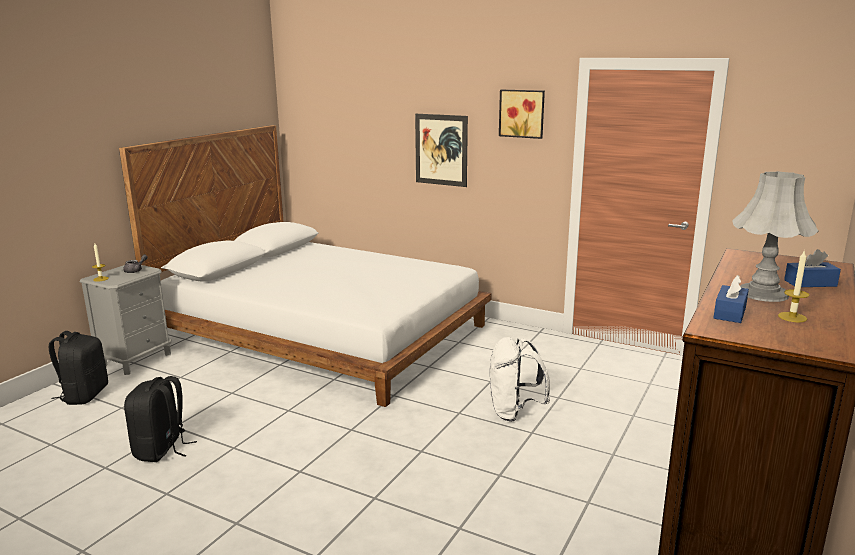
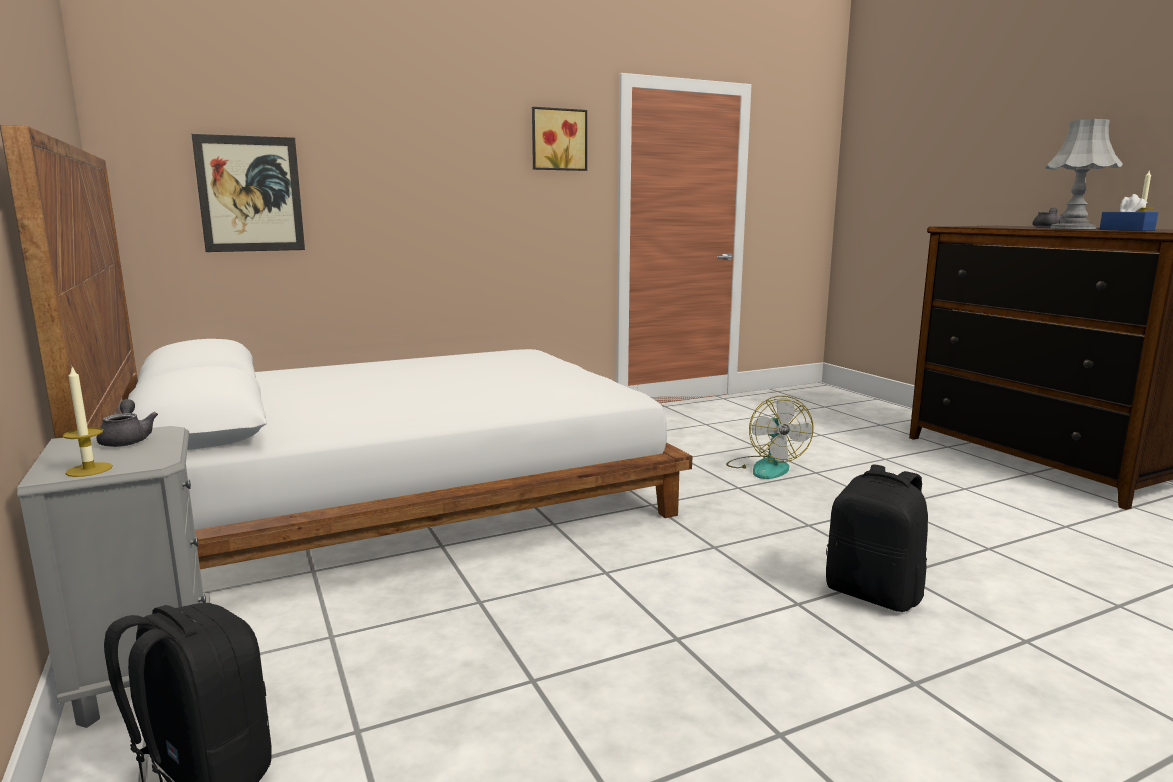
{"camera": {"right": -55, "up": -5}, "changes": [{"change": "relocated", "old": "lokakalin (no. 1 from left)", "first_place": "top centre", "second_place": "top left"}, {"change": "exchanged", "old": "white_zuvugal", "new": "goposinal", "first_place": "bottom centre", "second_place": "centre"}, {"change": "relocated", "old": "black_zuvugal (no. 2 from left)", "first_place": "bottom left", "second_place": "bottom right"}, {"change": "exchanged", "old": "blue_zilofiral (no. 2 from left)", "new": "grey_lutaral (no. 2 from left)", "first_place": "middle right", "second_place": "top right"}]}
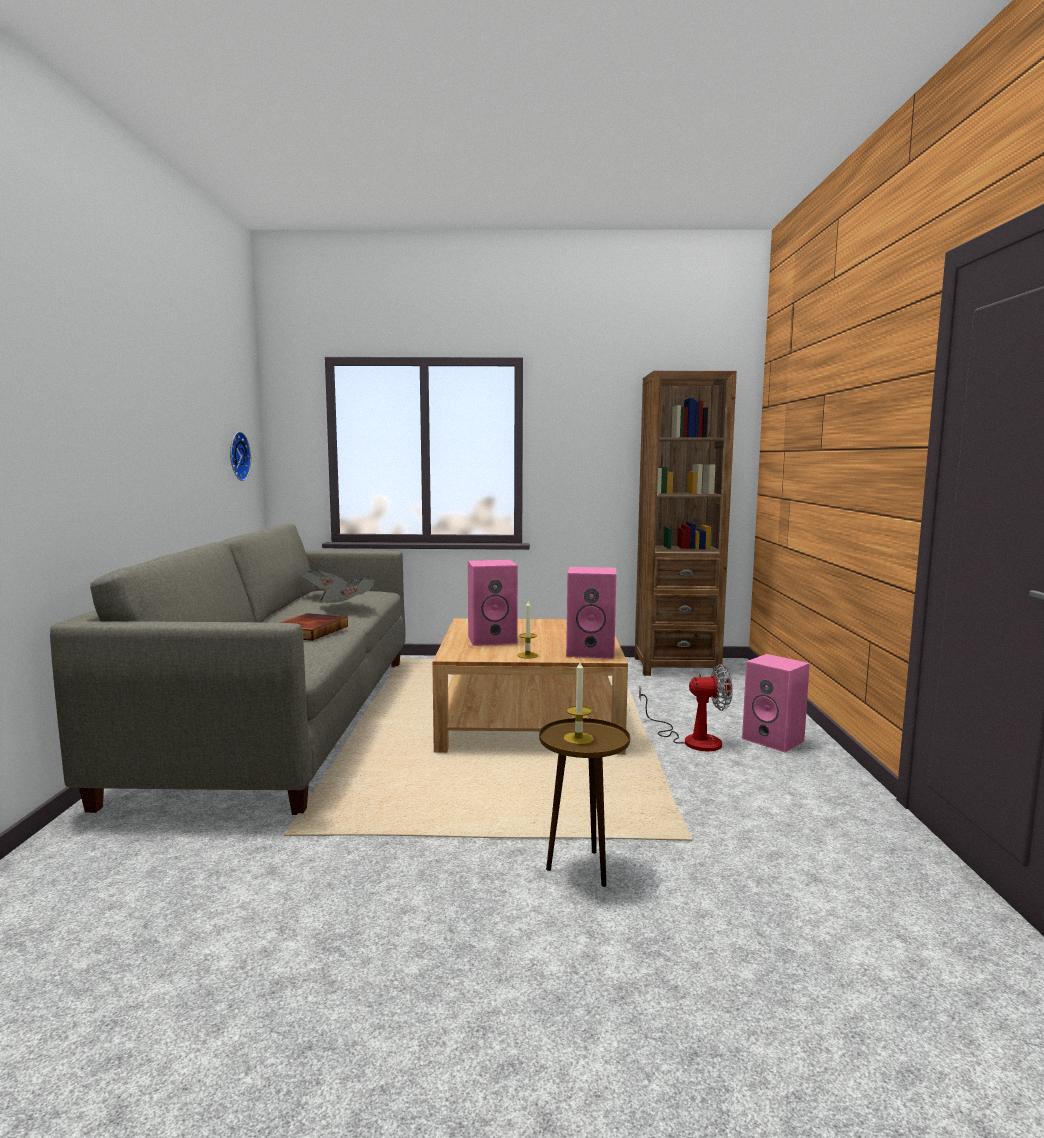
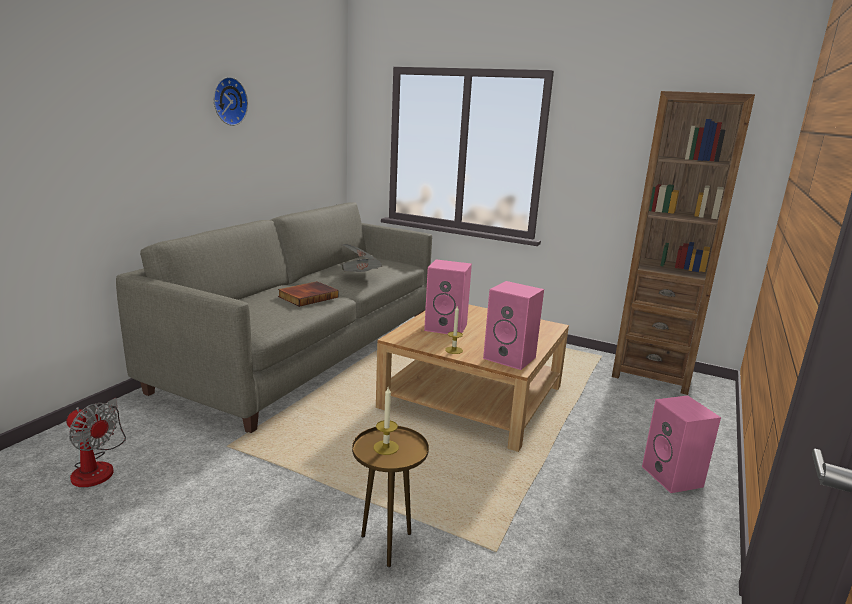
{"camera": {"right": 25, "up": 10}, "changes": [{"change": "relocated", "old": "goposinal", "first_place": "centre", "second_place": "bottom left"}, {"change": "relocated", "old": "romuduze", "first_place": "middle left", "second_place": "top left"}]}
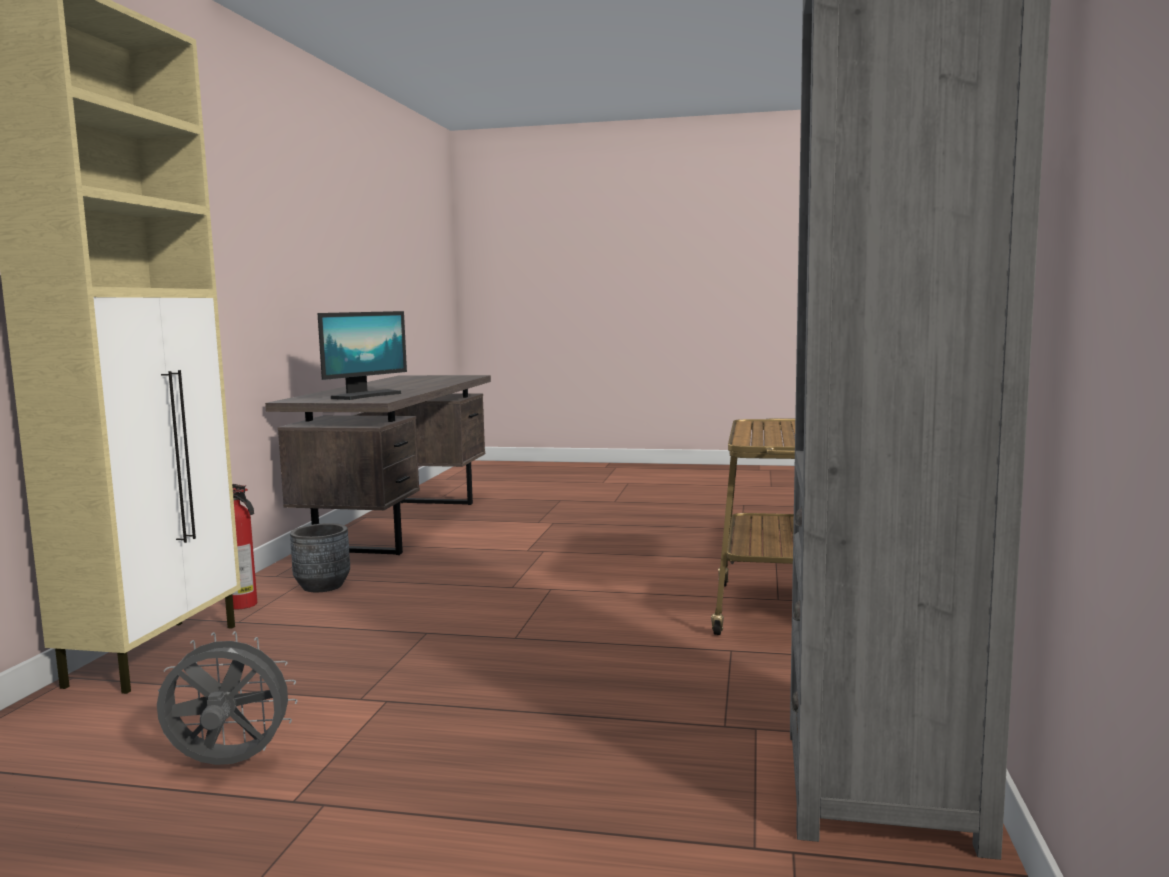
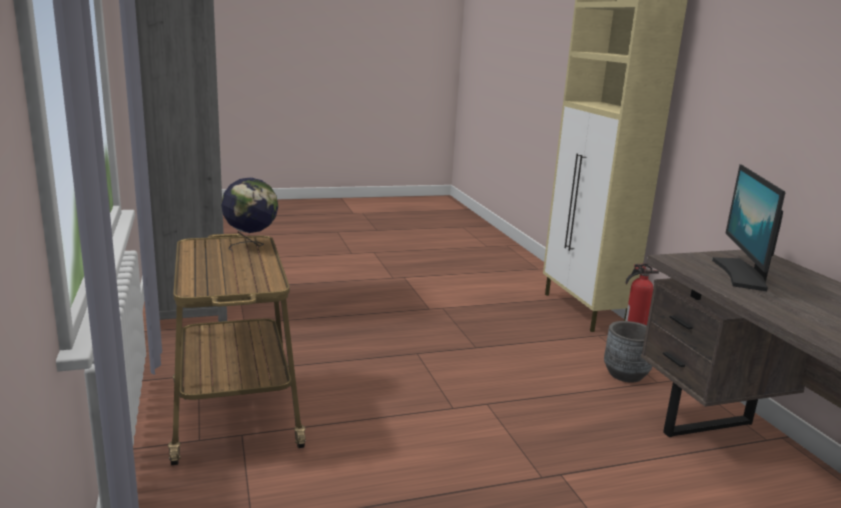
{"camera": {"right": 150, "up": 10}, "changes": [{"change": "appeared", "new": "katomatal", "second_place": "middle left"}, {"change": "missing", "old": "grey_goposinal", "first_place": "bottom left"}]}
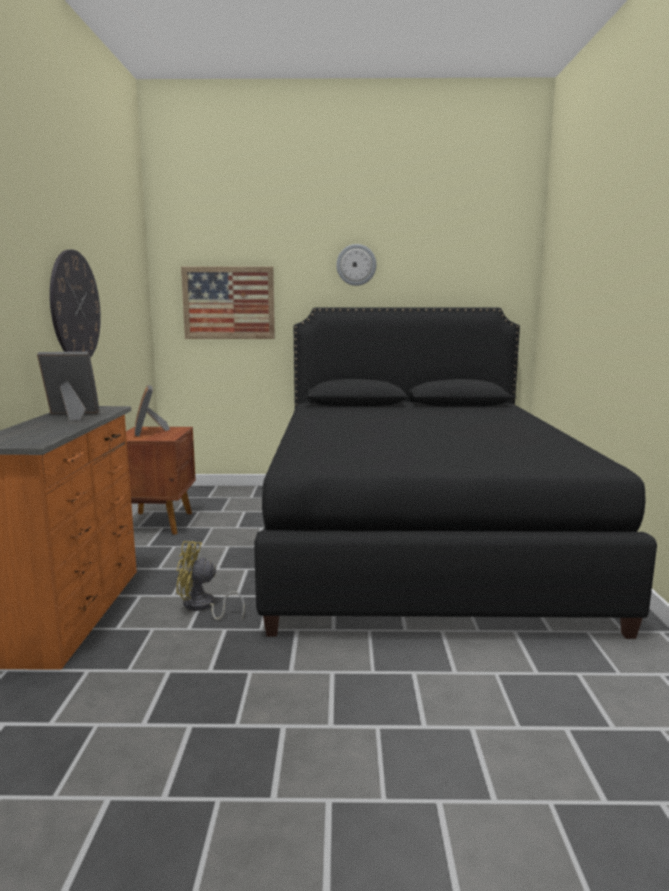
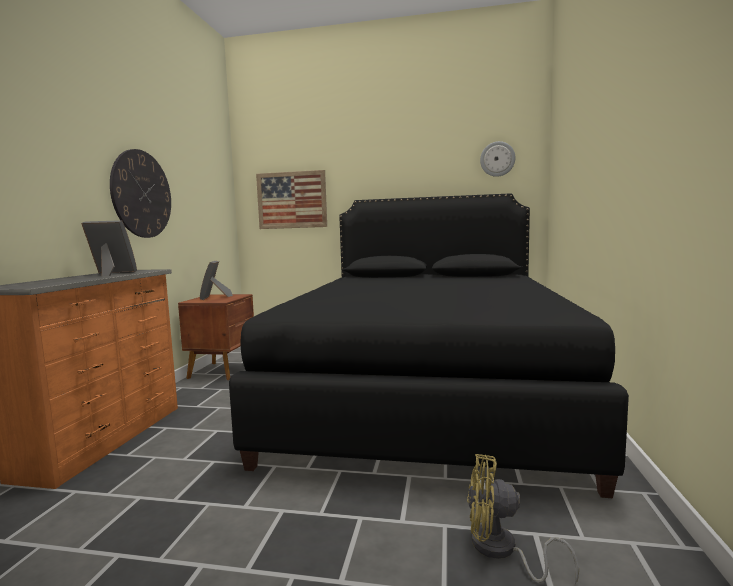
{"camera": {"right": 10, "up": -5}, "changes": [{"change": "relocated", "old": "yellow_goposinal", "first_place": "middle left", "second_place": "bottom right"}, {"change": "relocated", "old": "romuduze (no. 2 from left)", "first_place": "top centre", "second_place": "top right"}]}
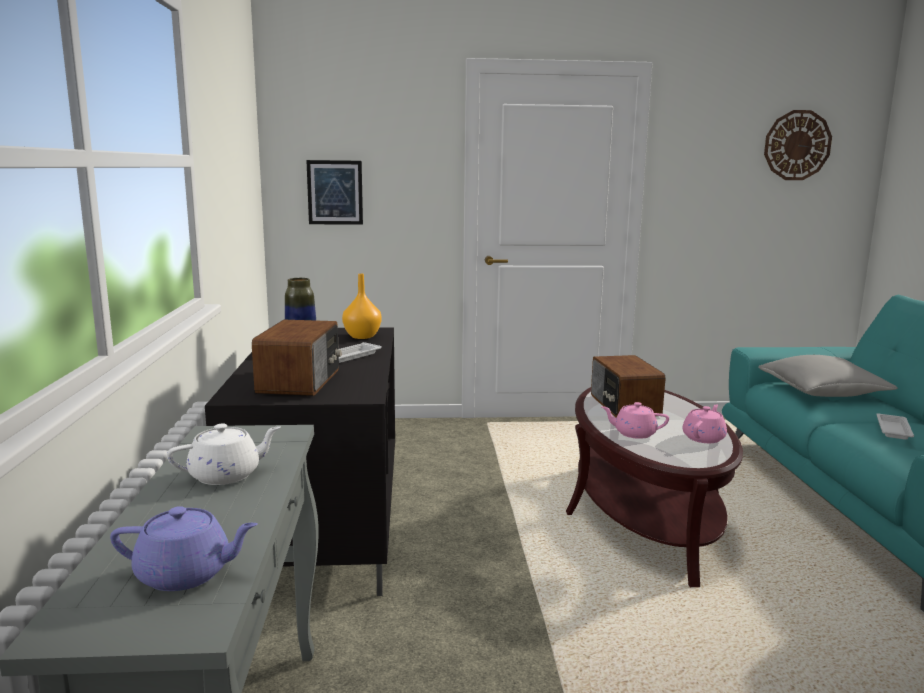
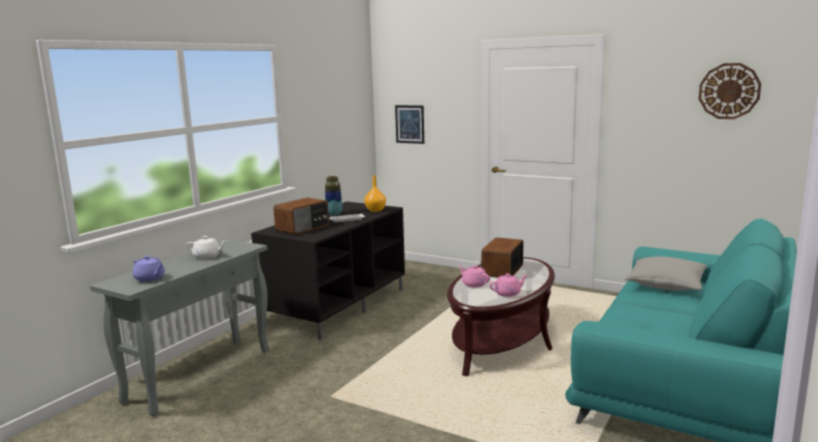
{"camera": {"right": 35, "up": 0}, "changes": [{"change": "missing", "old": "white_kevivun (no. 2 from left)", "first_place": "middle right"}]}
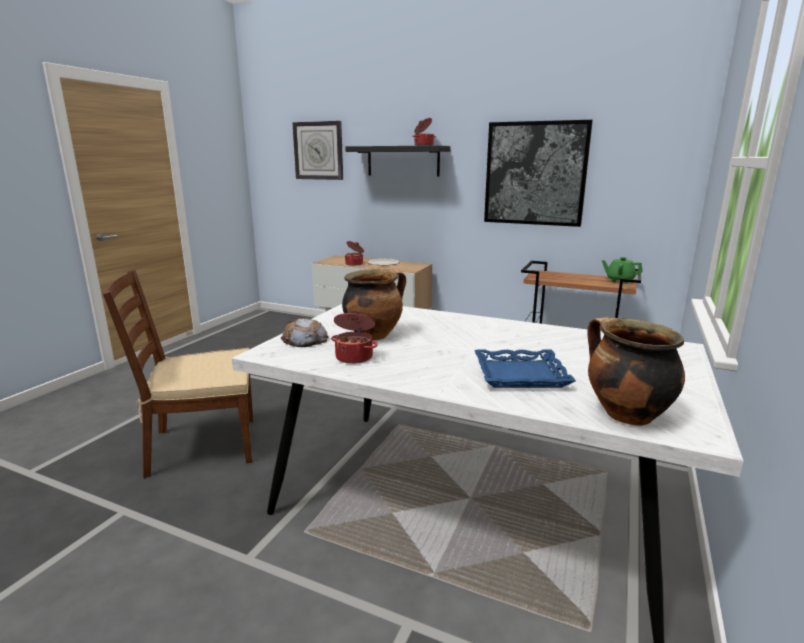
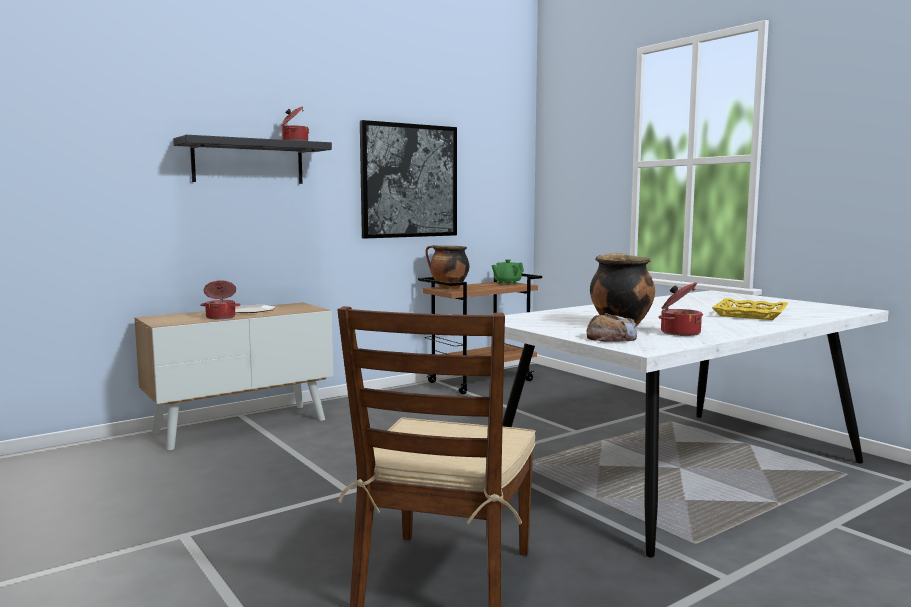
{"camera": {"right": -60, "up": -10}, "changes": [{"change": "relocated", "old": "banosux (no. 5 from left in the first image)", "new": "banosux (no. 3 from left)", "first_place": "middle right", "second_place": "centre"}, {"change": "colour", "old": "blue_kevivun", "new": "yellow_kevivun", "first_place": "centre", "second_place": "middle right"}, {"change": "missing", "old": "romuduze", "first_place": "top centre"}]}
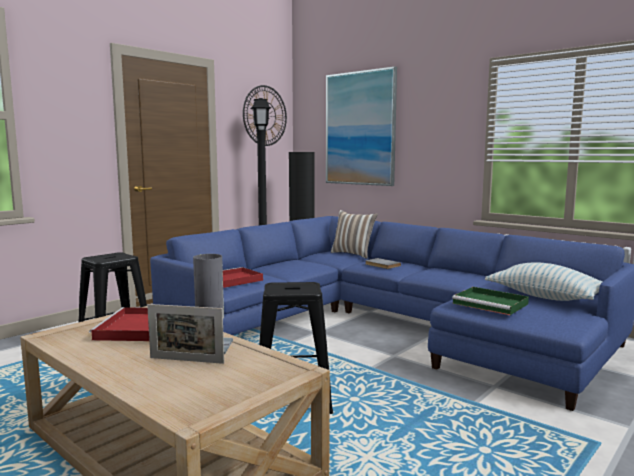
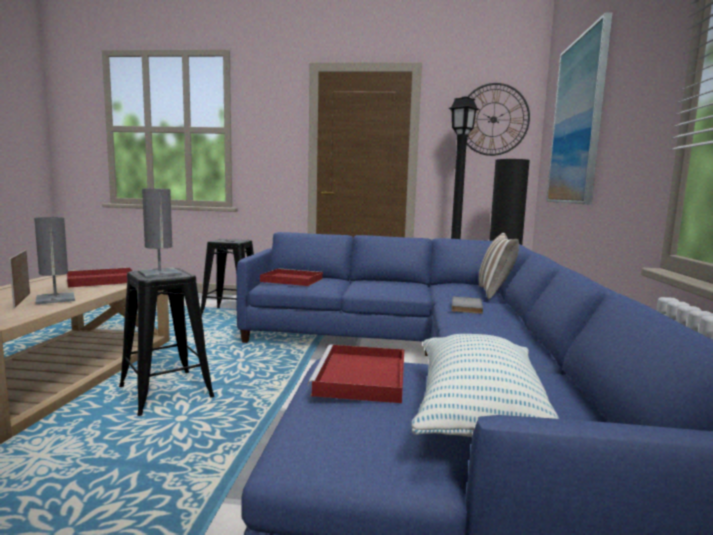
{"camera": {"right": 55, "up": 0}, "changes": [{"change": "appeared", "new": "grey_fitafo (no. 2 from left)", "second_place": "middle left"}, {"change": "colour", "old": "green_kevivun", "new": "red_kevivun (no. 3 from left)", "first_place": "middle right", "second_place": "bottom centre"}]}
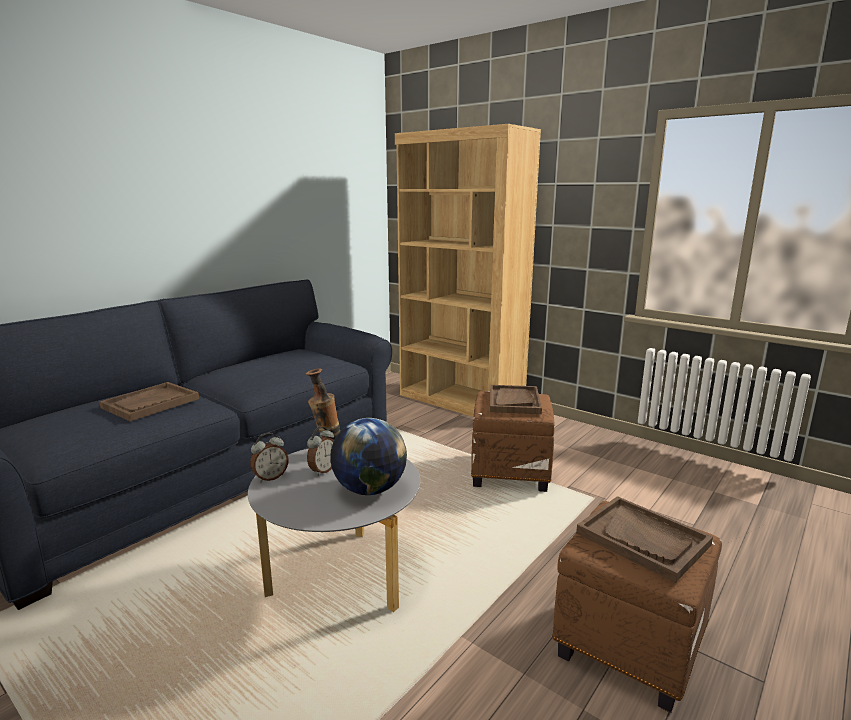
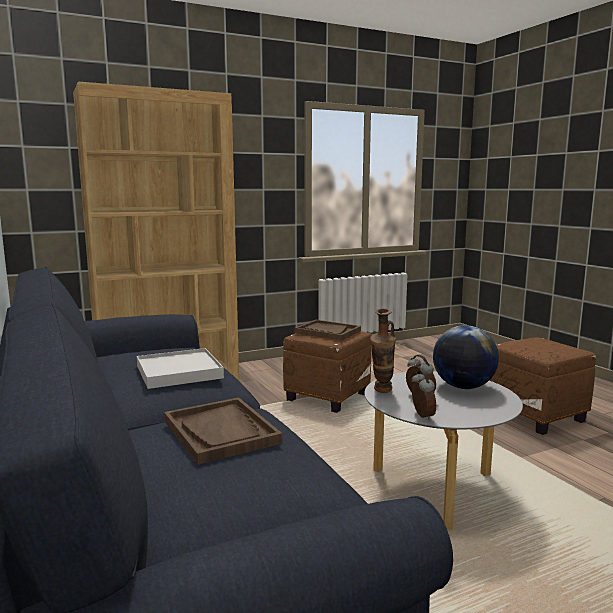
{"camera": {"right": -65, "up": -5}, "changes": [{"change": "appeared", "new": "white_kevivun", "second_place": "middle left"}, {"change": "missing", "old": "brown_kevivun (no. 3 from left)", "first_place": "bottom right"}]}
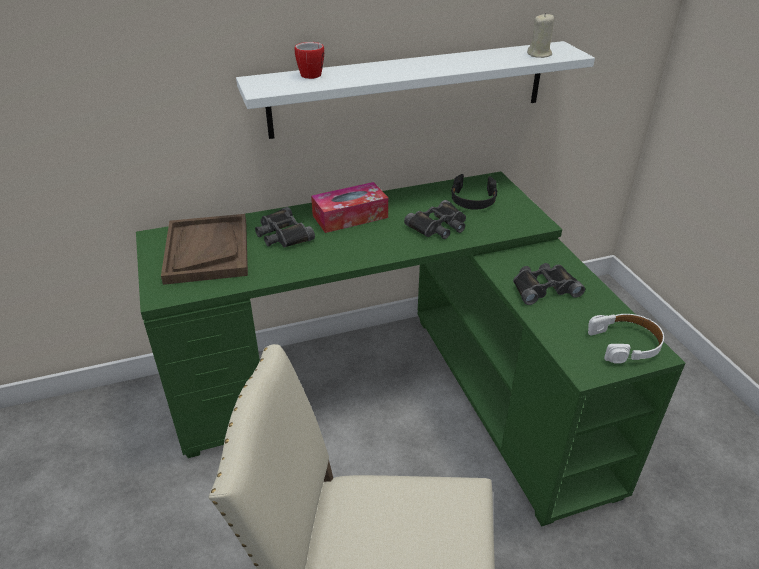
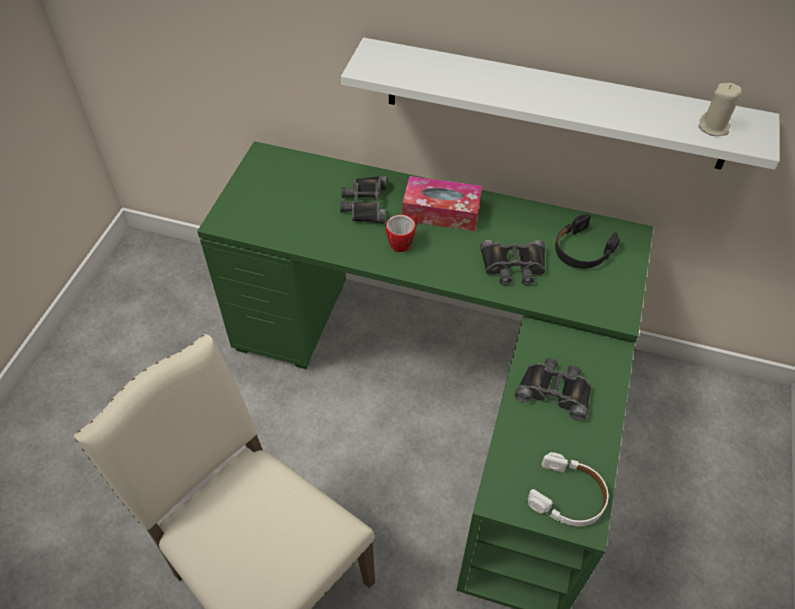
{"camera": {"right": 35, "up": 15}, "changes": [{"change": "relocated", "old": "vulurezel", "first_place": "top centre", "second_place": "centre"}, {"change": "missing", "old": "brown_kevivun", "first_place": "middle left"}]}
